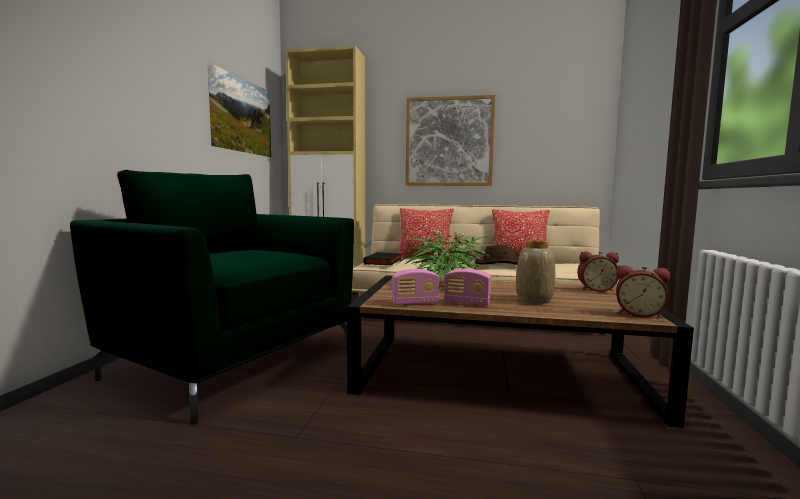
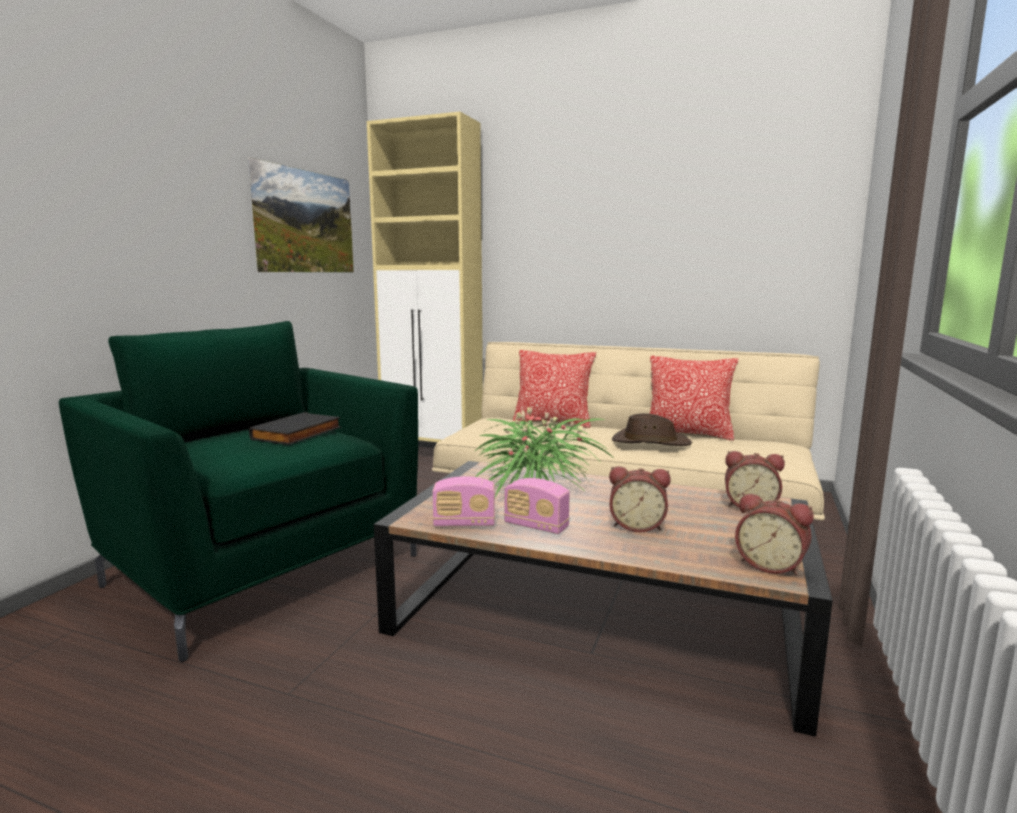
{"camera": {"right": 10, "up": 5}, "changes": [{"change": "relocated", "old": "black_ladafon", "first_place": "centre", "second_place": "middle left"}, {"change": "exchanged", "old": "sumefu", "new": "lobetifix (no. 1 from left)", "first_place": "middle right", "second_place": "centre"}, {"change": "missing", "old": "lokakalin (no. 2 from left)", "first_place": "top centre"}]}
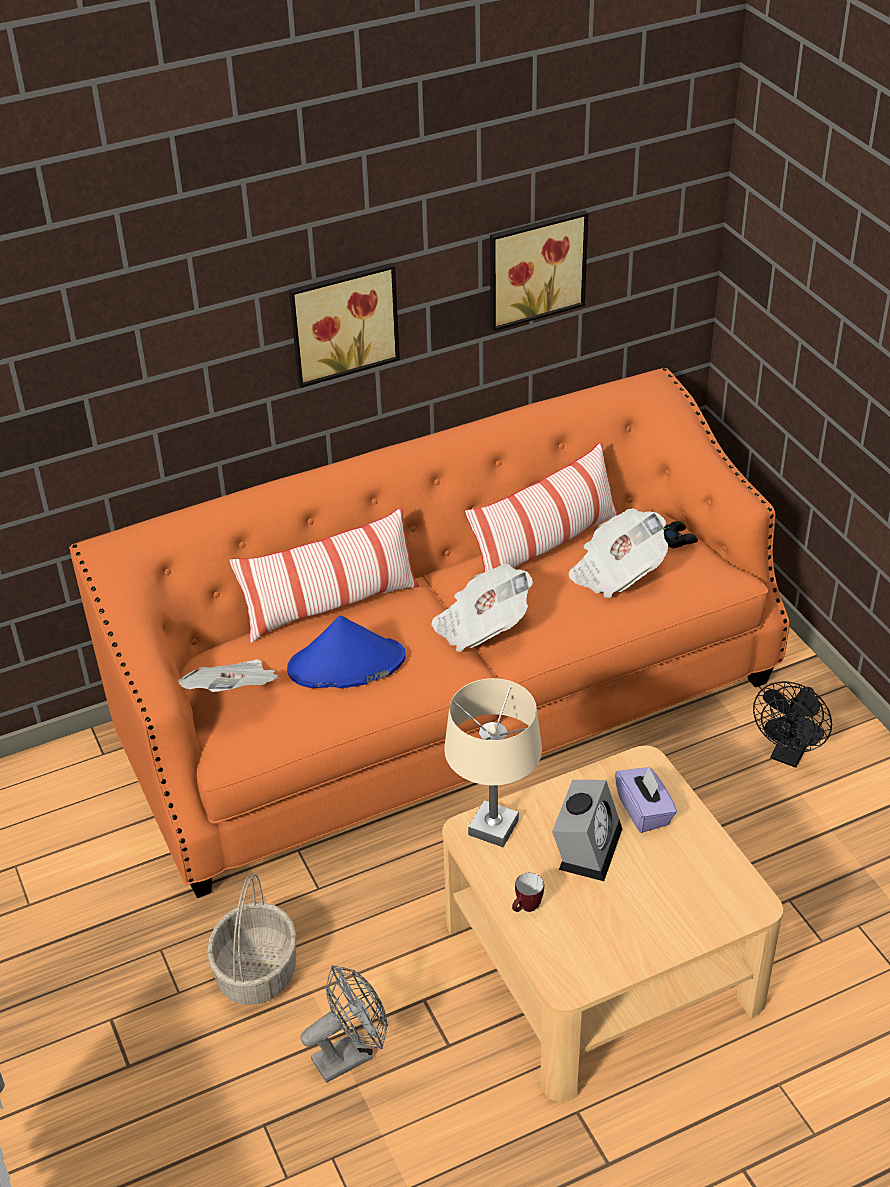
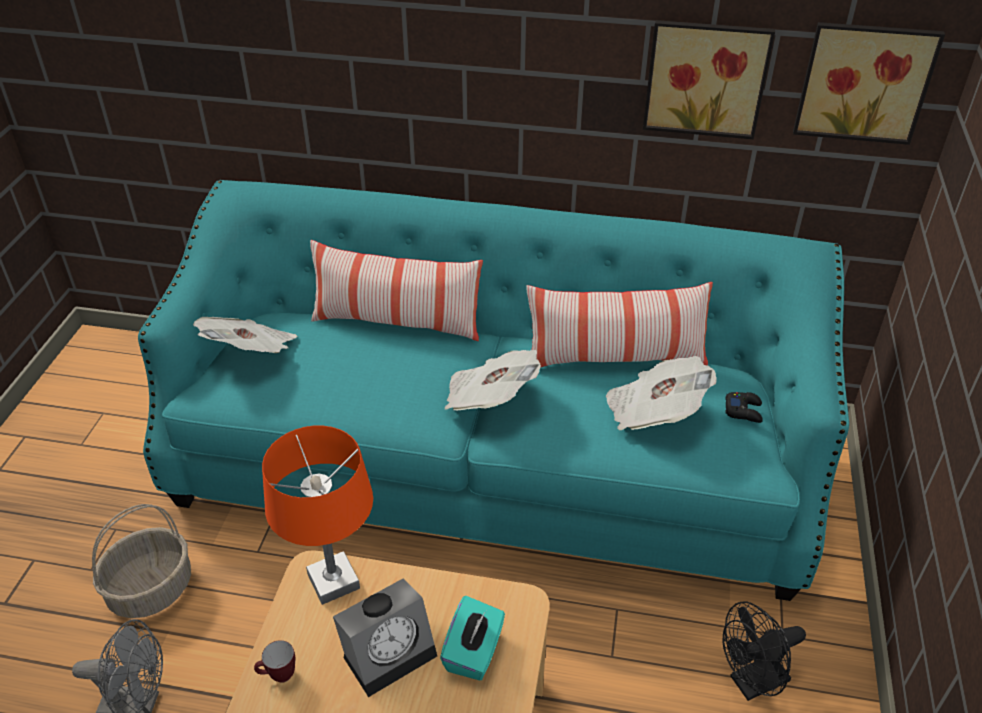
{"camera": {"right": 35, "up": 0}, "changes": [{"change": "colour", "old": "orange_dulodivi", "new": "turquoise_dulodivi", "first_place": "centre", "second_place": "centre"}, {"change": "colour", "old": "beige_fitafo", "new": "orange_fitafo", "first_place": "centre", "second_place": "bottom left"}, {"change": "colour", "old": "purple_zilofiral", "new": "turquoise_zilofiral", "first_place": "bottom right", "second_place": "bottom centre"}, {"change": "relocated", "old": "lokakalin (no. 1 from left in the first image)", "new": "lokakalin (no. 2 from left)", "first_place": "top centre", "second_place": "top right"}, {"change": "missing", "old": "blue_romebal", "first_place": "centre"}]}
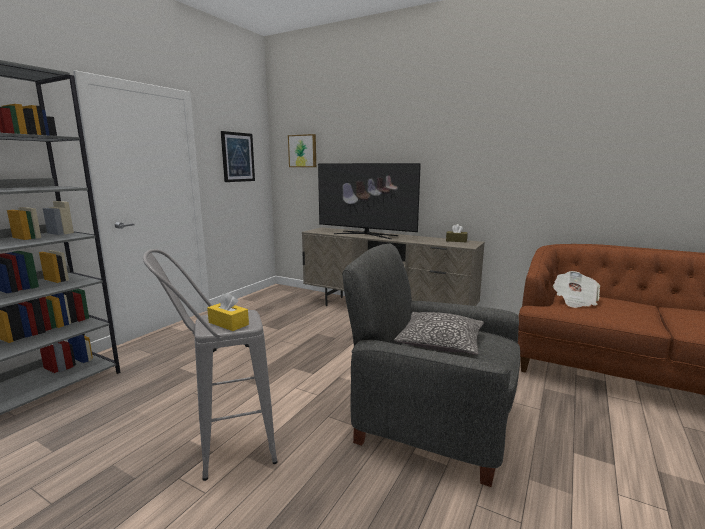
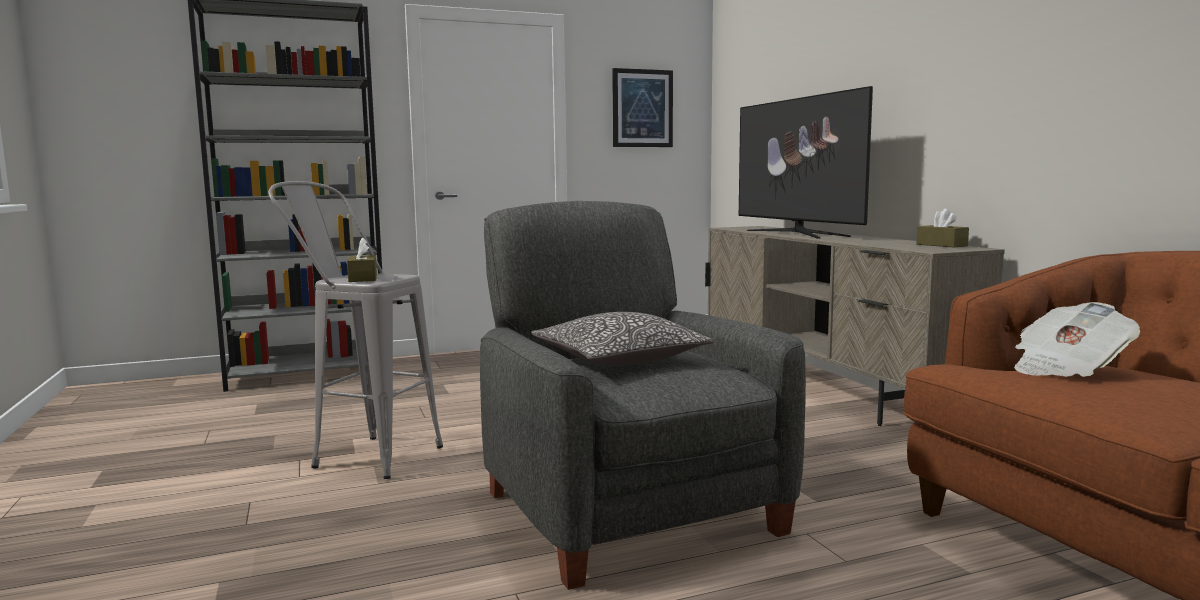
{"camera": {"right": 40, "up": -5}, "changes": [{"change": "colour", "old": "yellow_zilofiral", "new": "brown_zilofiral (no. 1 from left)", "first_place": "middle left", "second_place": "middle left"}, {"change": "missing", "old": "lokakalin (no. 2 from left)", "first_place": "top centre"}]}
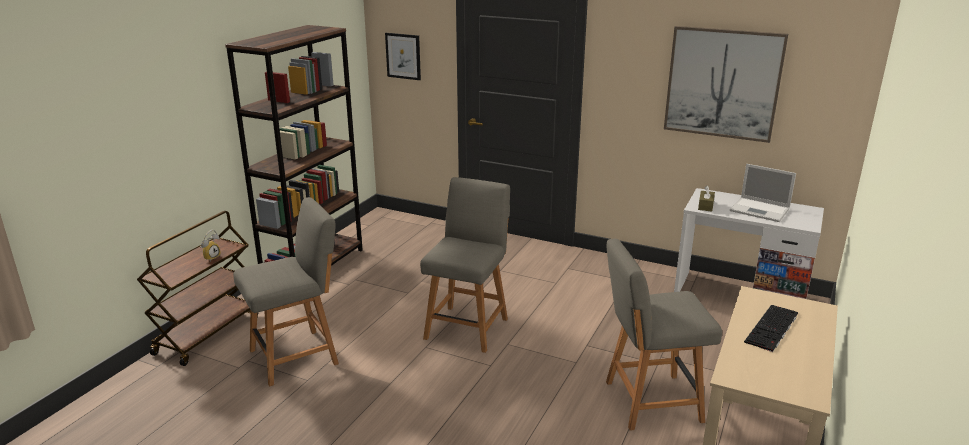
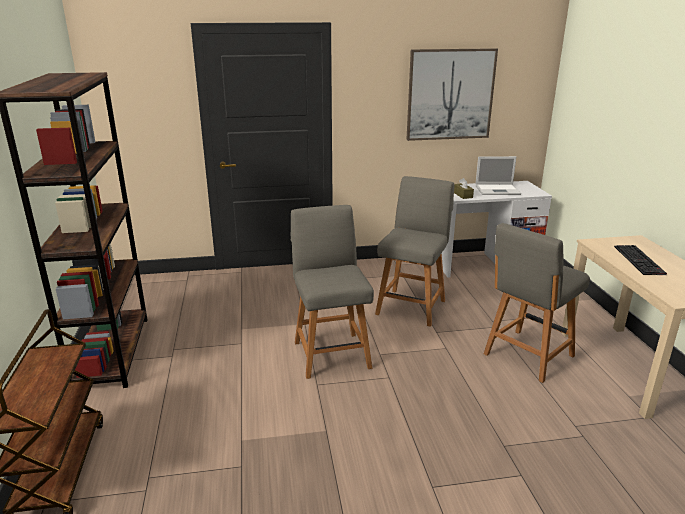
{"camera": {"right": -35, "up": 0}, "changes": [{"change": "relocated", "old": "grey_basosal (no. 1 from left in the first image)", "new": "grey_basosal (no. 2 from left)", "first_place": "middle left", "second_place": "centre"}, {"change": "missing", "old": "lobetifix", "first_place": "middle left"}, {"change": "missing", "old": "lokakalin (no. 1 from left)", "first_place": "top centre"}]}
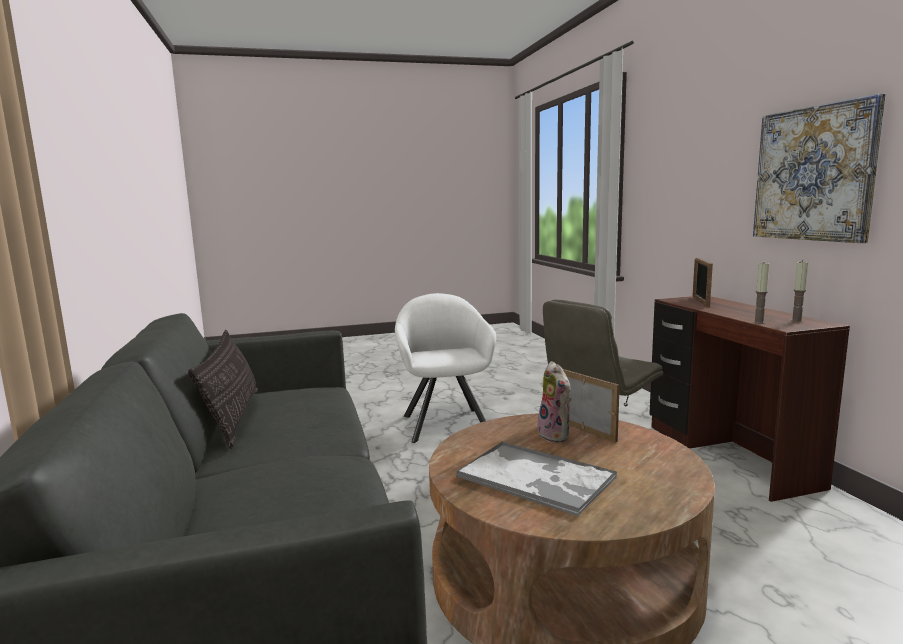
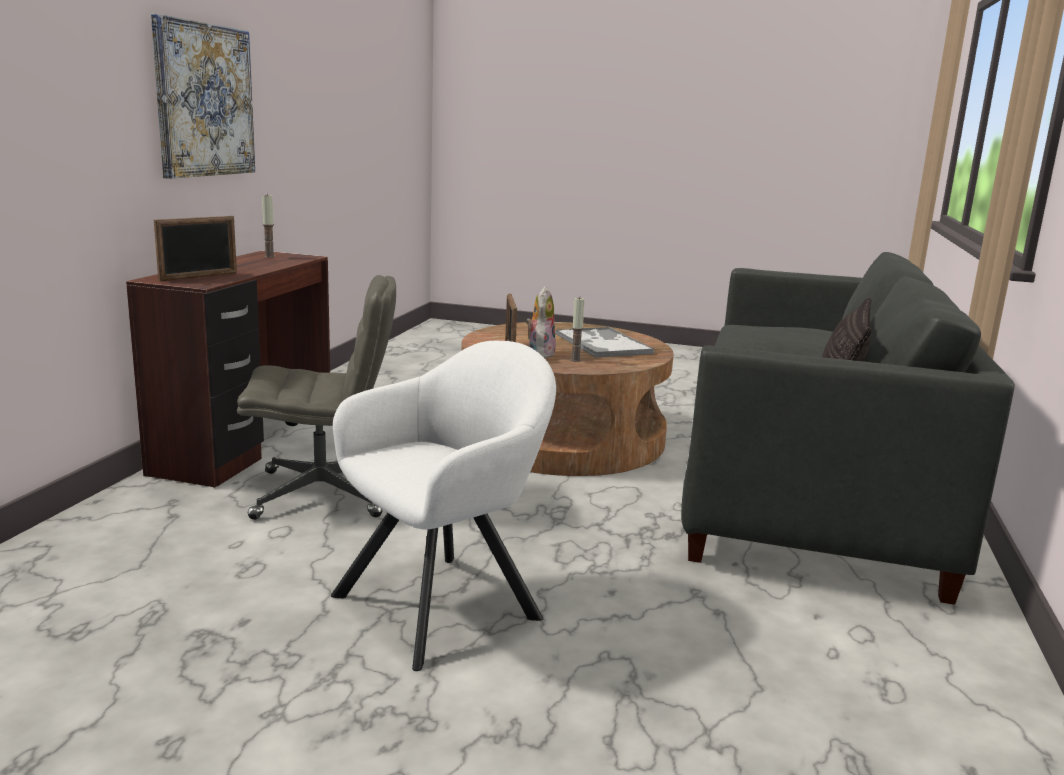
{"camera": {"right": -150, "up": 5}, "changes": [{"change": "spun", "old": "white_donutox", "first_place": "centre", "second_place": "centre", "degrees": -150}, {"change": "relocated", "old": "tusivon (no. 1 from left in the first image)", "new": "tusivon (no. 2 from left)", "first_place": "middle right", "second_place": "centre"}]}
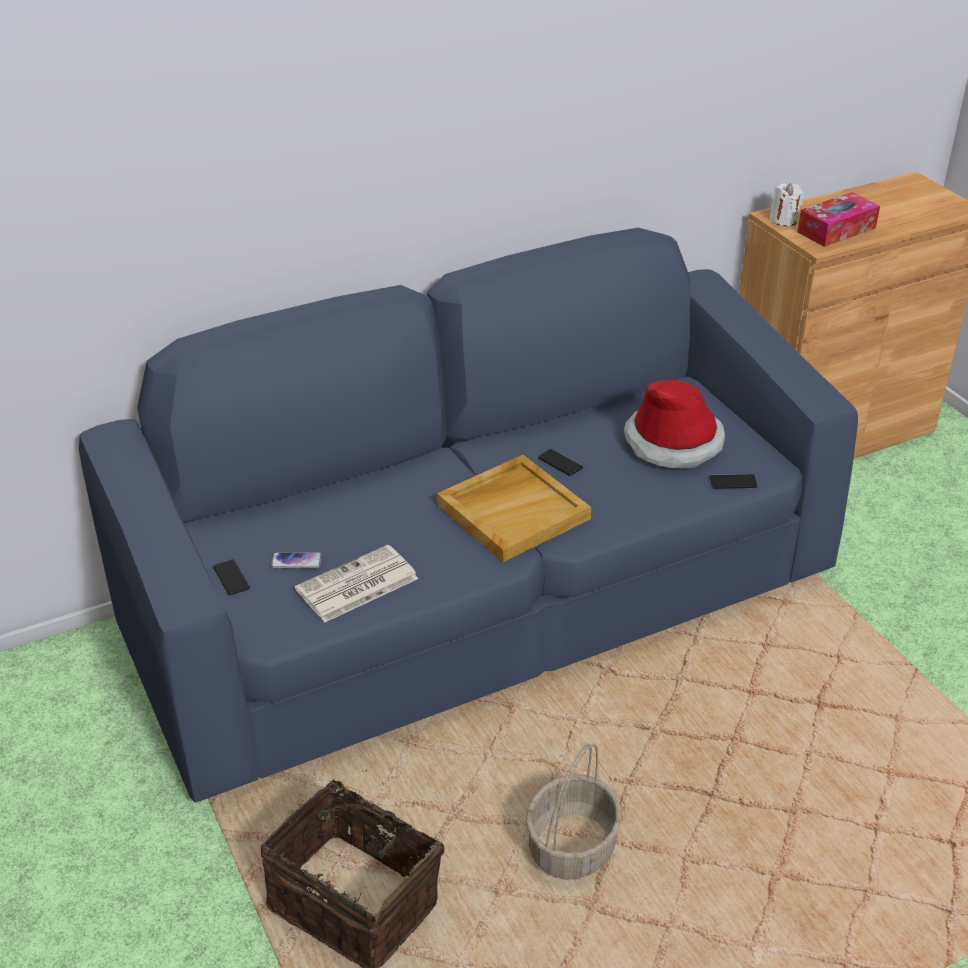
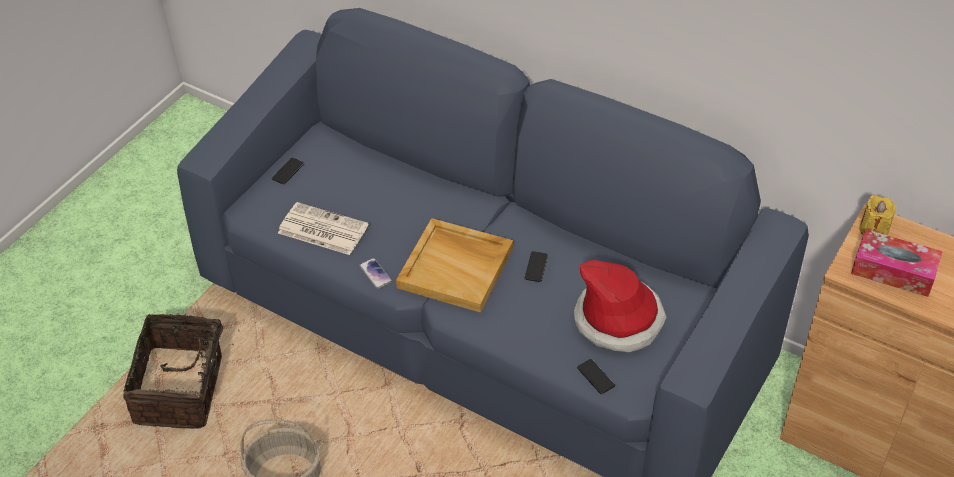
{"camera": {"right": 60, "up": 10}, "changes": [{"change": "relocated", "old": "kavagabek (no. 2 from left)", "first_place": "middle left", "second_place": "centre"}, {"change": "colour", "old": "white_tusivon", "new": "yellow_tusivon", "first_place": "top right", "second_place": "middle right"}]}
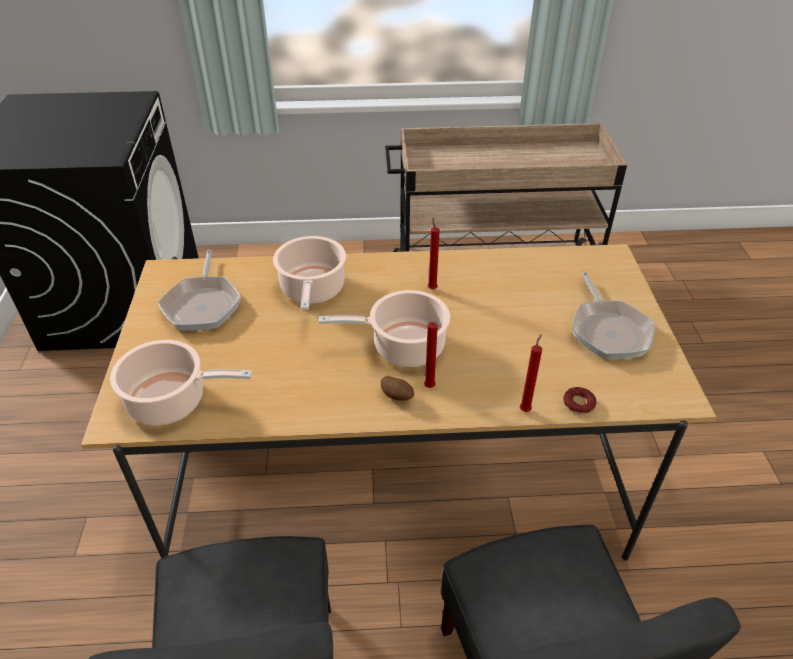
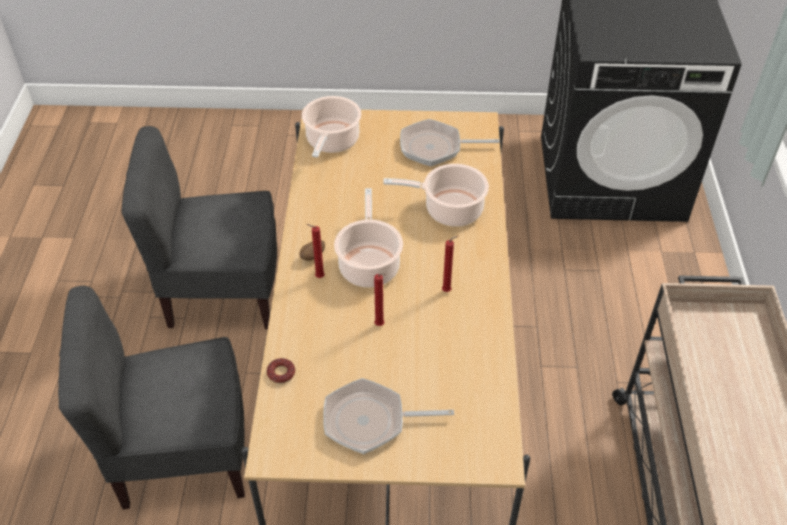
{"camera": {"right": 95, "up": 5}, "changes": [{"change": "relocated", "old": "red_tusivon (no. 3 from left in the first image)", "new": "red_tusivon (no. 2 from left)", "first_place": "middle right", "second_place": "centre"}]}
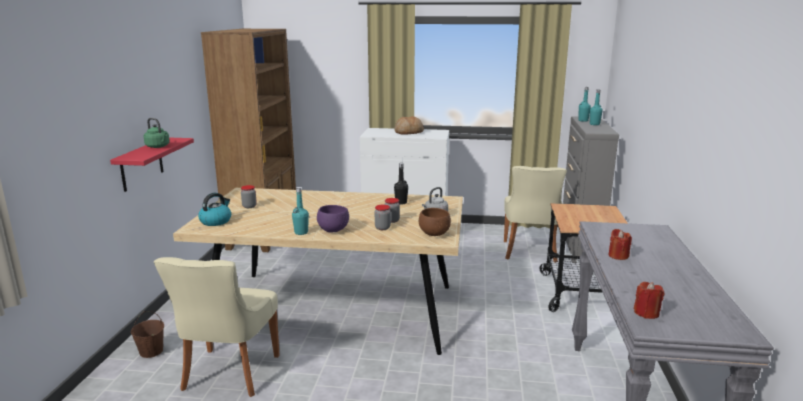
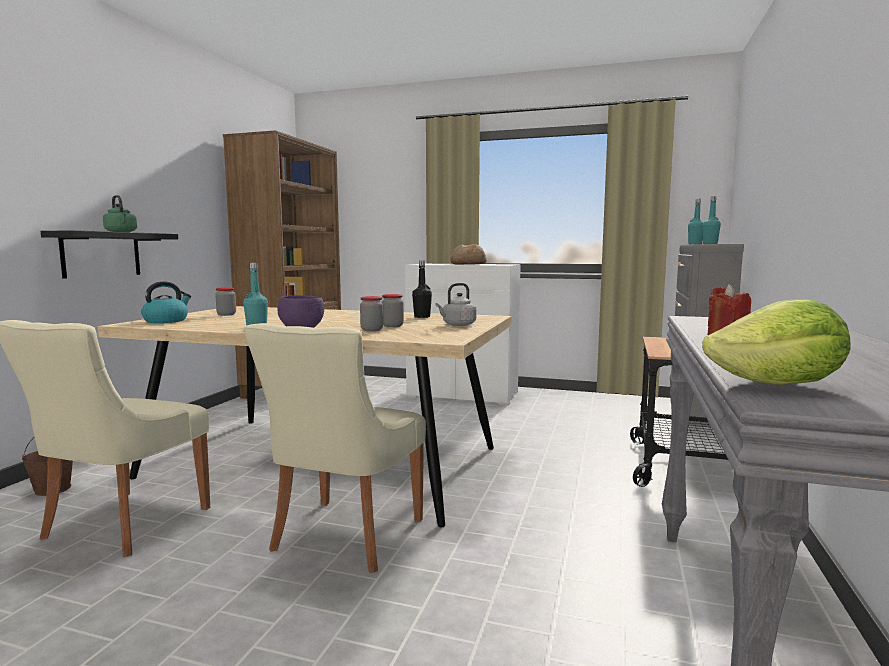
{"camera": {"right": 10, "up": -10}, "changes": [{"change": "colour", "old": "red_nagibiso", "new": "black_nagibiso", "first_place": "middle left", "second_place": "middle left"}, {"change": "relocated", "old": "beige_basosal (no. 2 from left)", "first_place": "centre", "second_place": "bottom centre"}, {"change": "exchanged", "old": "red_tusivon (no. 2 from left)", "new": "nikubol", "first_place": "bottom right", "second_place": "middle right"}, {"change": "missing", "old": "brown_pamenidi", "first_place": "centre"}]}
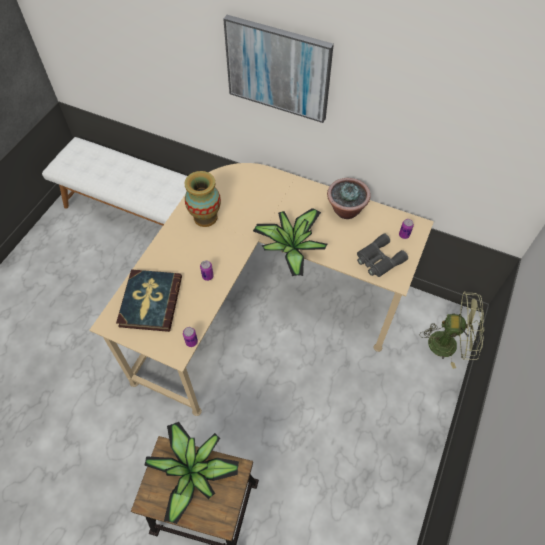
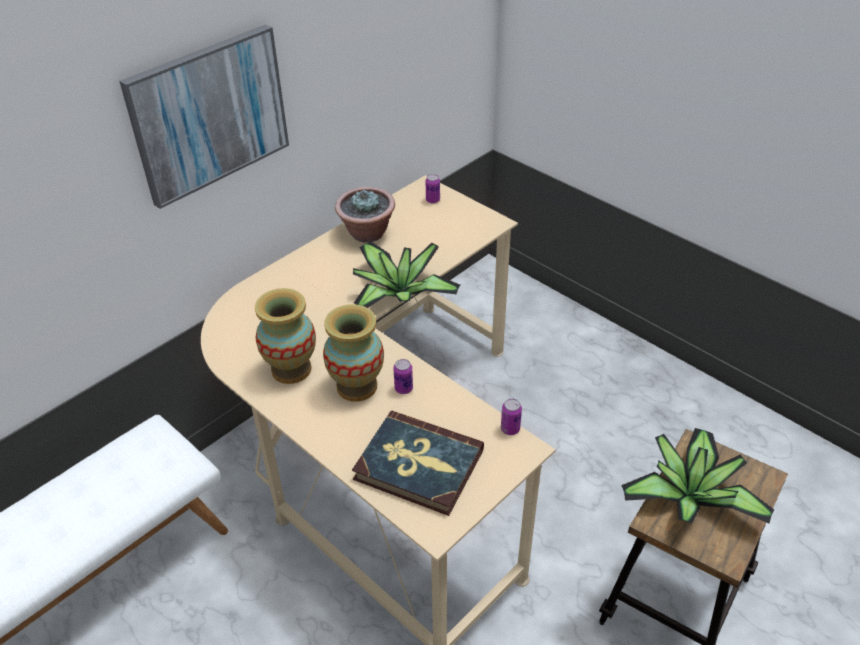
{"camera": {"right": -70, "up": -15}, "changes": [{"change": "appeared", "new": "sumefu (no. 2 from left)", "second_place": "centre"}, {"change": "missing", "old": "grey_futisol", "first_place": "middle right"}, {"change": "missing", "old": "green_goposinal", "first_place": "middle right"}]}
